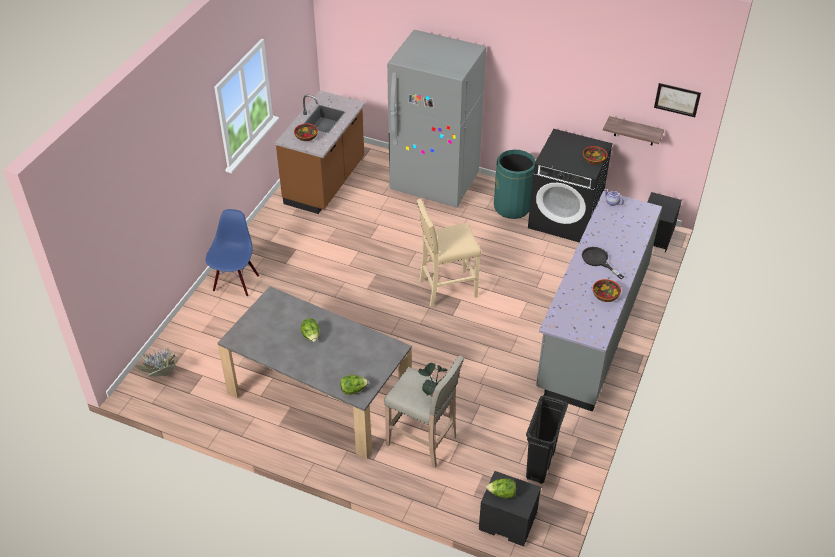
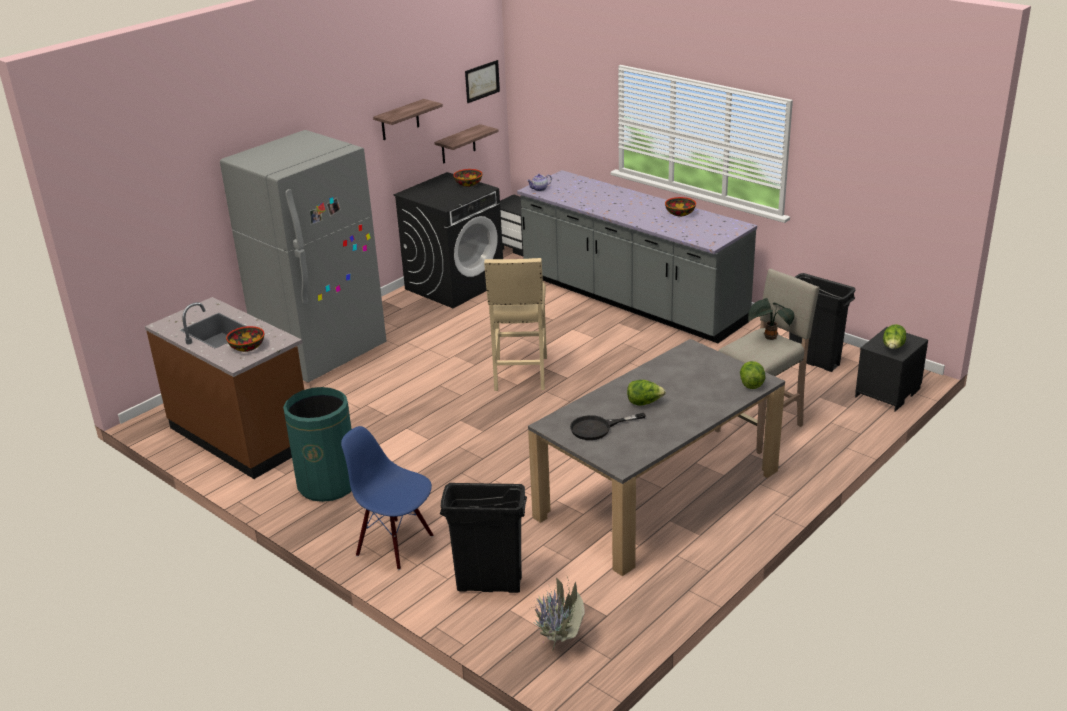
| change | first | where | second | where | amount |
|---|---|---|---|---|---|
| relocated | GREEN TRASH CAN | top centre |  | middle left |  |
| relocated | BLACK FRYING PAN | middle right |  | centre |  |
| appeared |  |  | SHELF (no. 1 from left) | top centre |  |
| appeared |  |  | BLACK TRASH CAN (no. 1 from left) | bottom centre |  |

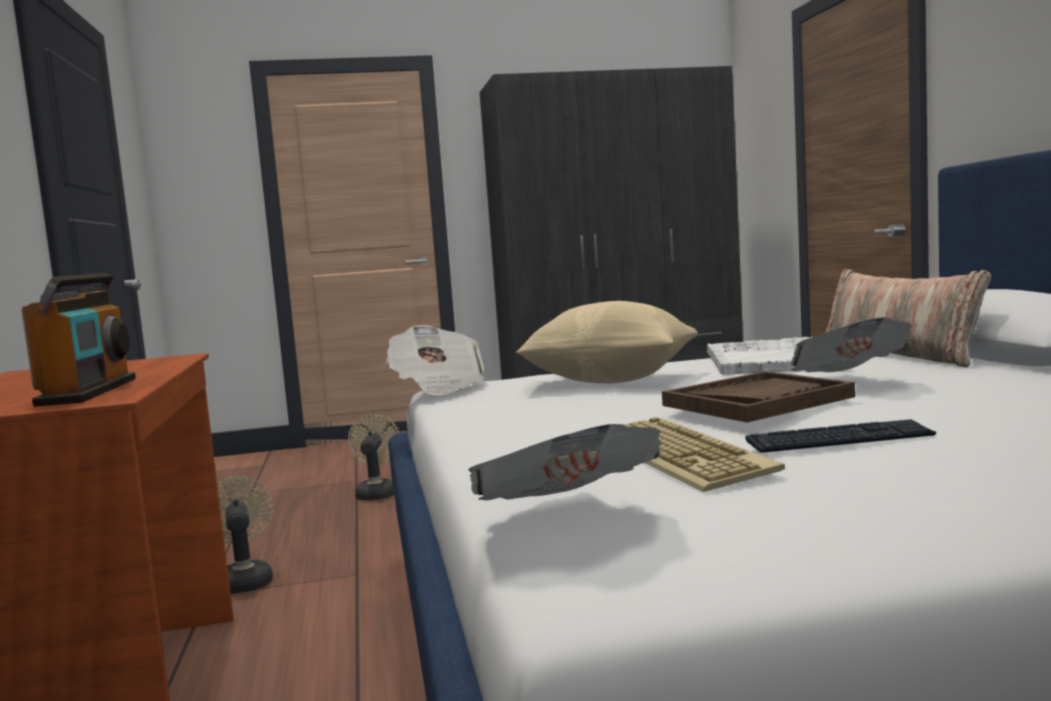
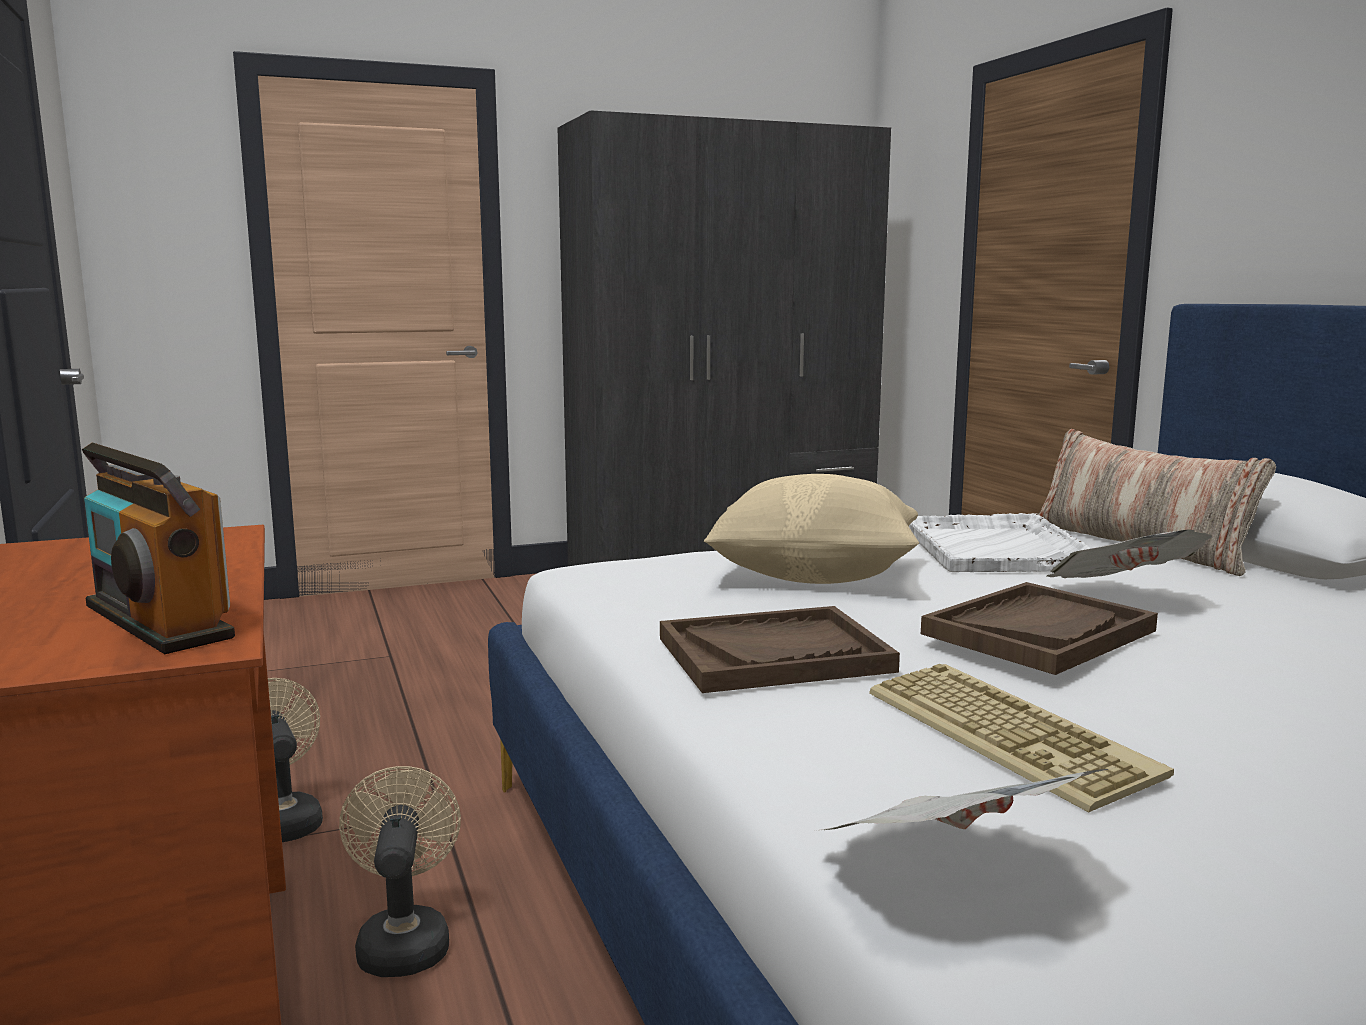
| change | first | where | second | where | amount |
|---|---|---|---|---|---|
| spun | RADIO | middle left |  | middle left | 150 degrees clockwise |
| missing | NEWSPAPER (no. 1 from left) | centre |  |  |  |
| relocated | BEIGE FAN (no. 2 from left) | centre |  | bottom left |  |
| missing | KEYBOARD (no. 2 from left) | middle right |  |  |  |
| appeared |  |  | BROWN TRAY (no. 1 from left) | centre |  |

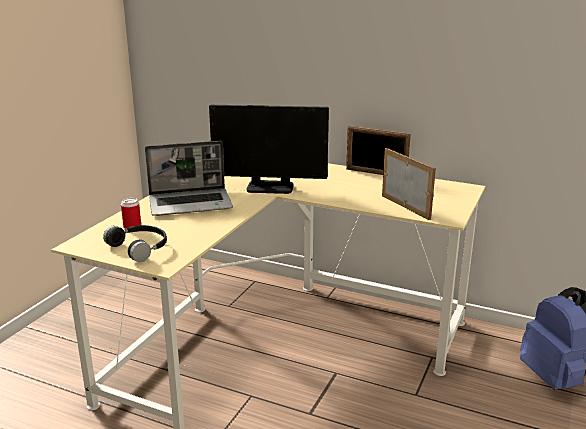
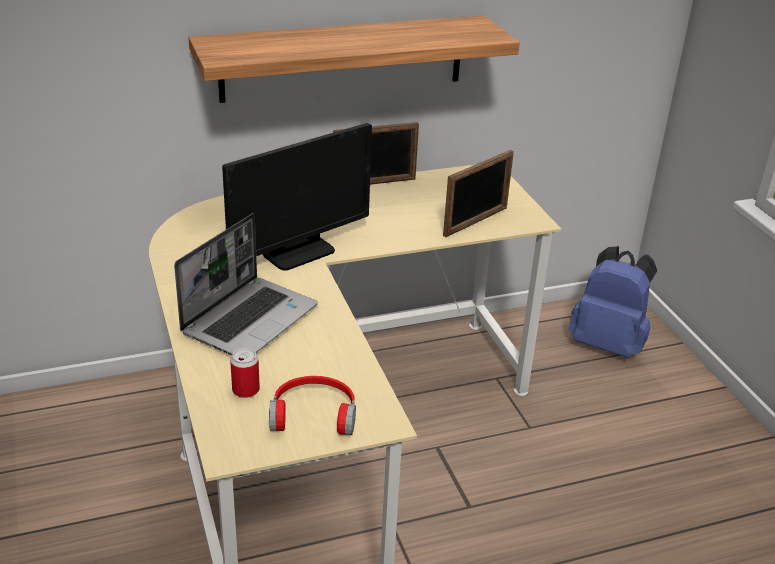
| change | first | where | second | where | amount |
|---|---|---|---|---|---|
| spun | PICTURE FRAME (no. 2 from left) | middle right |  | centre | 120 degrees clockwise |
| colour | BLACK HEADPHONES | middle left | RED HEADPHONES | bottom centre |  |
| appeared |  |  | SHELF | top centre |  |

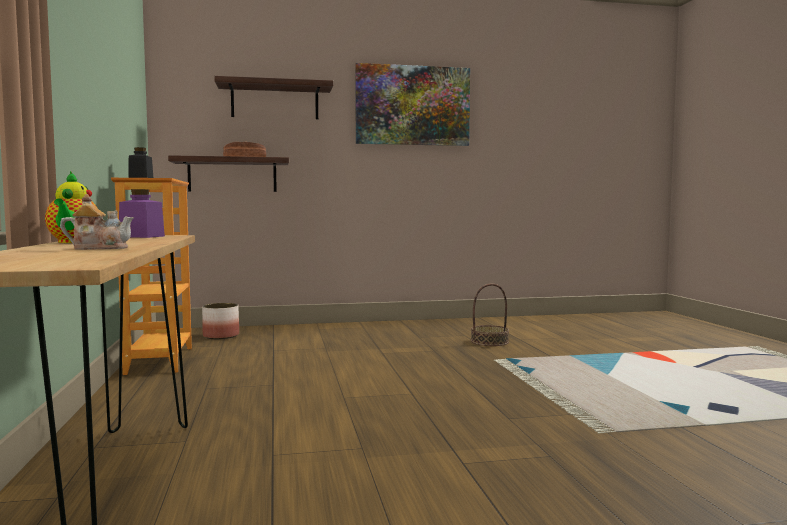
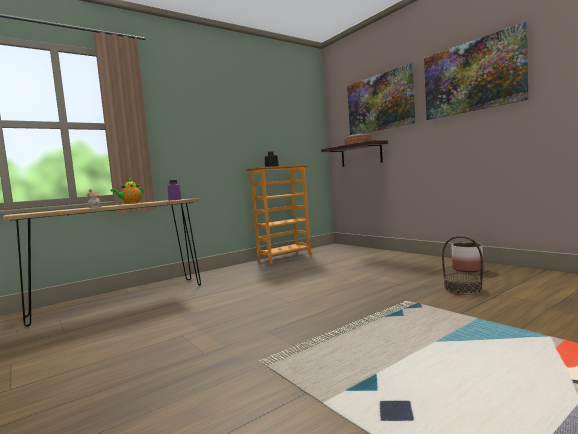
| change | first | where | second | where | amount |
|---|---|---|---|---|---|
| exchanged | SHELF (no. 2 from left) | top centre | PICTURE (no. 1 from left) | top centre |  |
| relocated | PLANTER | middle left |  | middle right |  |

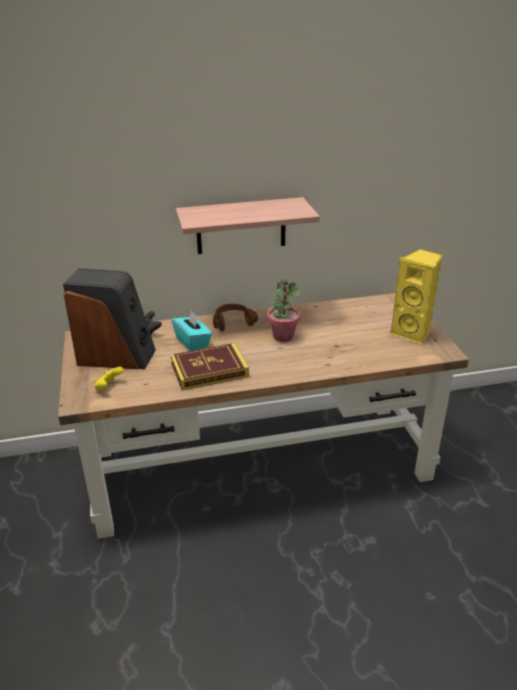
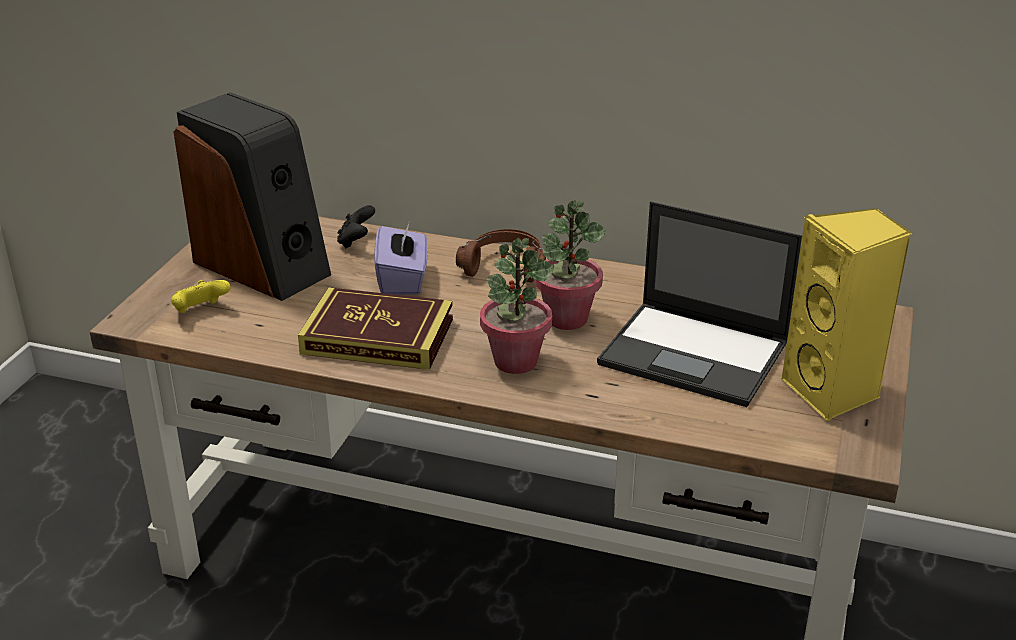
| change | first | where | second | where | amount |
|---|---|---|---|---|---|
| missing | SHELF | top centre |  |  |  |
| colour | TURQUOISE TISSUE BOX | centre | PURPLE TISSUE BOX | centre |  |
| appeared |  |  | LAPTOP | middle right |  |
| appeared |  |  | POTTED PLANT (no. 1 from left) | centre |  |

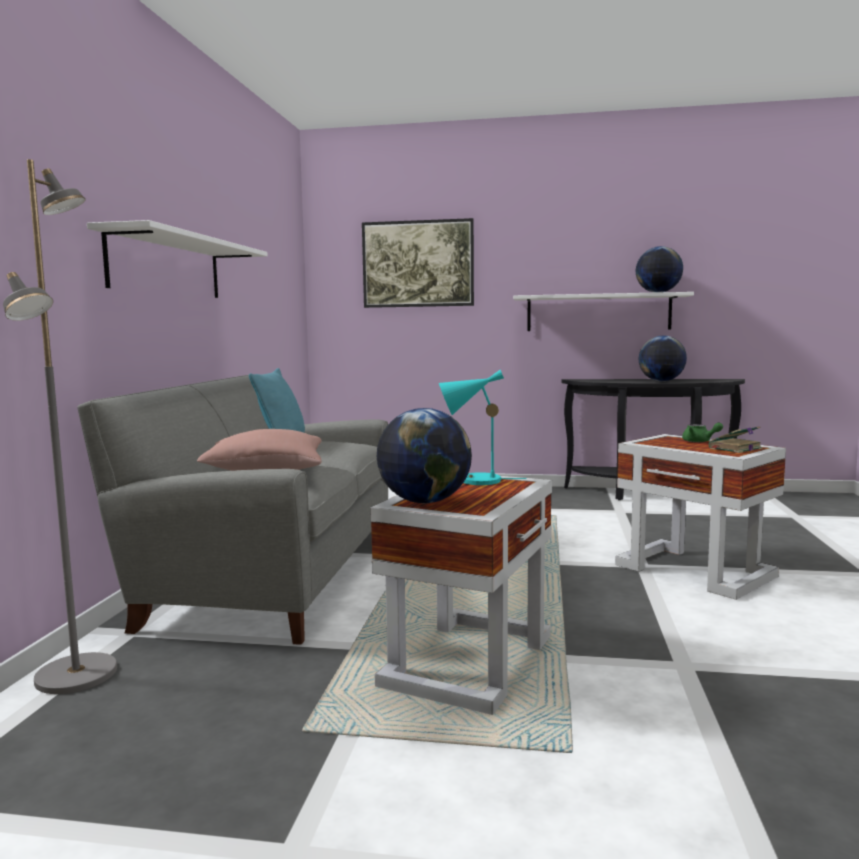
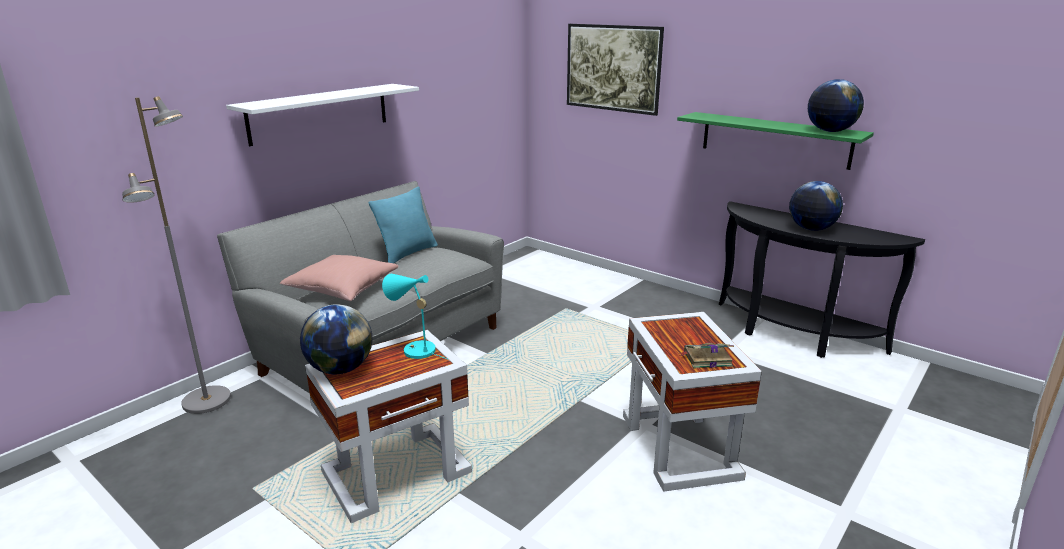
| change | first | where | second | where | amount |
|---|---|---|---|---|---|
| colour | WHITE SHELF (no. 2 from left) | middle right | GREEN SHELF | top right |  |
| missing | GREEN TEAPOT | middle right |  |  |  |

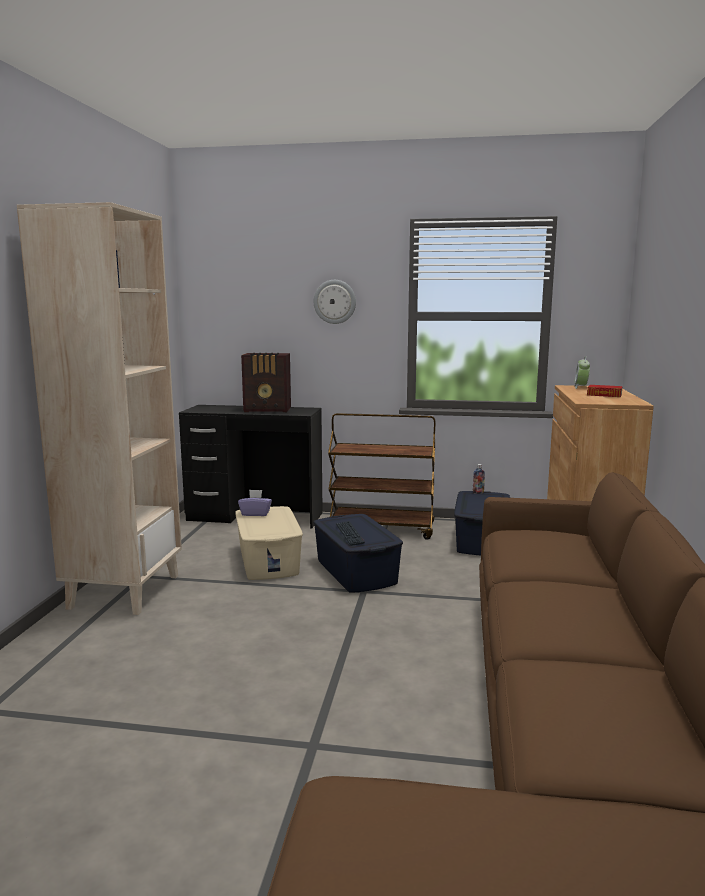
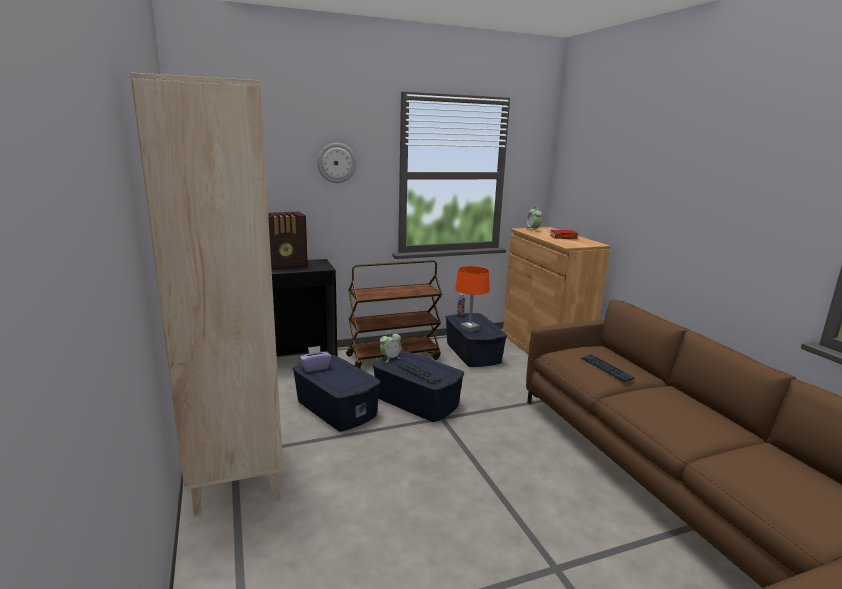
| change | first | where | second | where | amount |
|---|---|---|---|---|---|
| colour | BEIGE STORAGE BOX | centre | BLUE STORAGE BOX (no. 1 from left) | bottom centre |  |
| appeared |  |  | ORANGE TABLE LAMP | centre |  |
| appeared |  |  | ALARM CLOCK (no. 1 from left) | centre |  |
| appeared |  |  | KEYBOARD (no. 2 from left) | middle right |  |

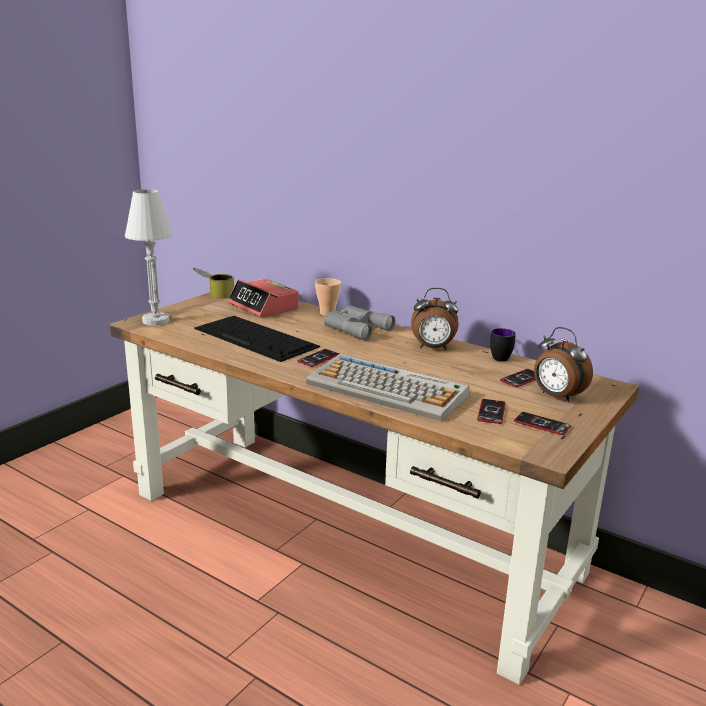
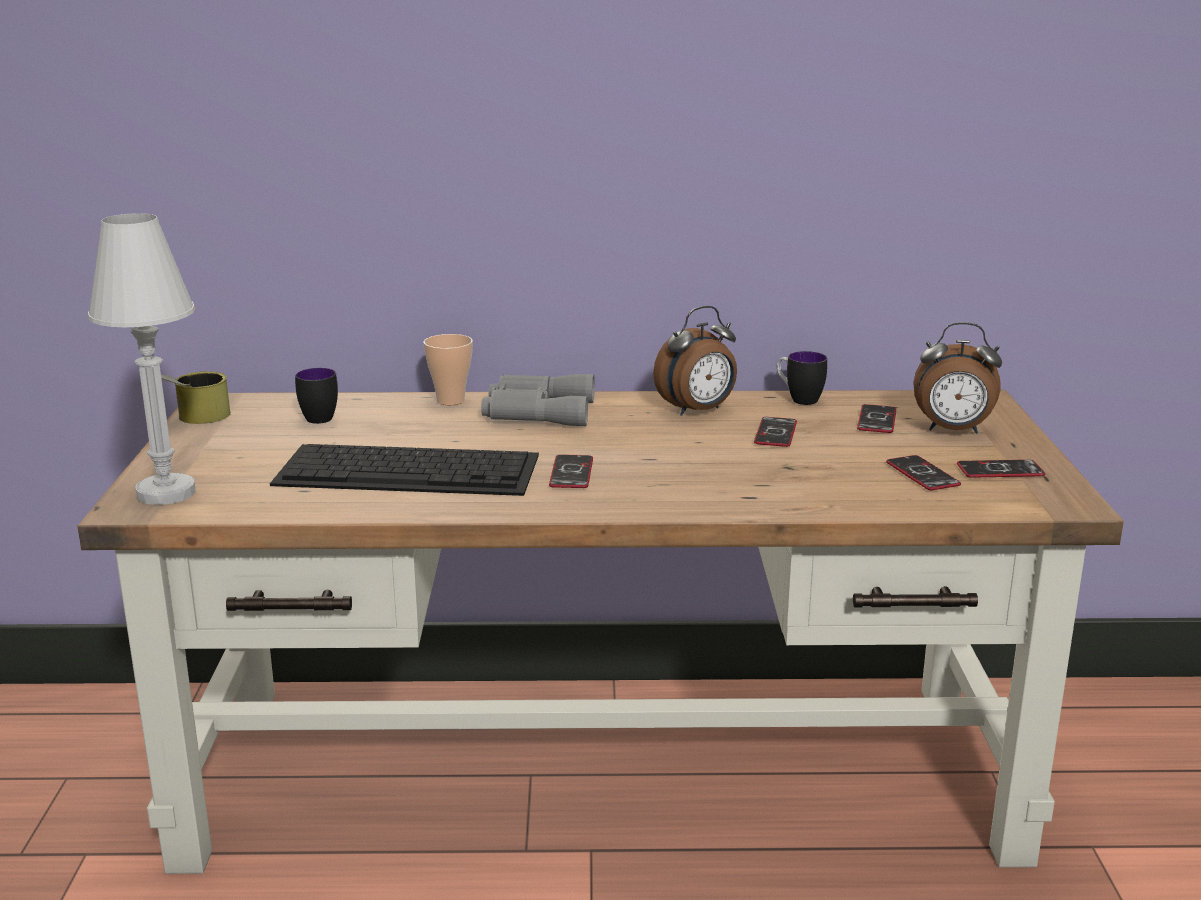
| change | first | where | second | where | amount |
|---|---|---|---|---|---|
| exchanged | ALARM CLOCK (no. 1 from left) | centre | MUG (no. 1 from left) | middle left |  |
| missing | KEYBOARD (no. 2 from left) | centre |  |  |  |
| appeared |  |  | PHONE (no. 2 from left) | centre |  |

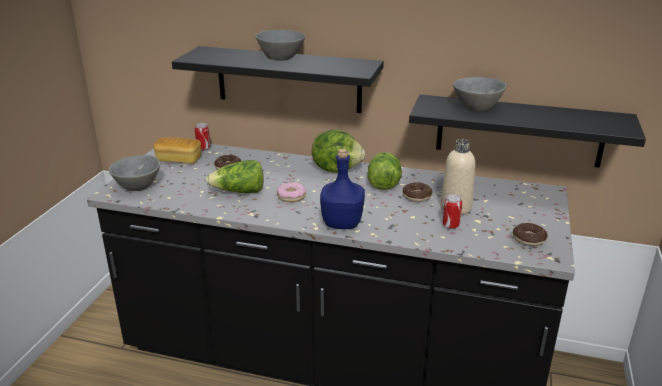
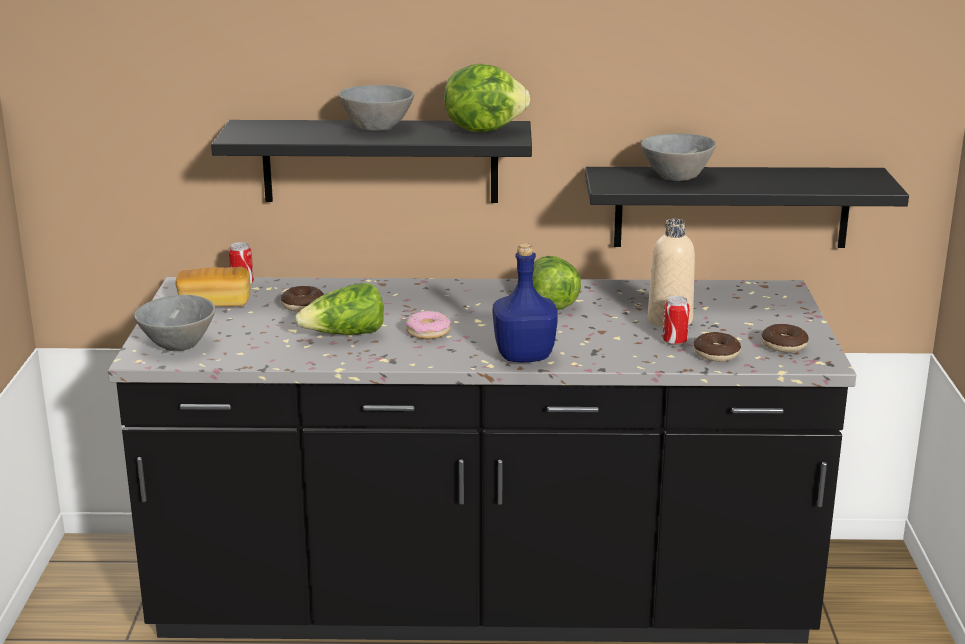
| change | first | where | second | where | amount |
|---|---|---|---|---|---|
| relocated | LETTUCE (no. 2 from left) | centre |  | top centre |  |
| relocated | DONUT (no. 3 from left) | centre |  | middle right |  |

